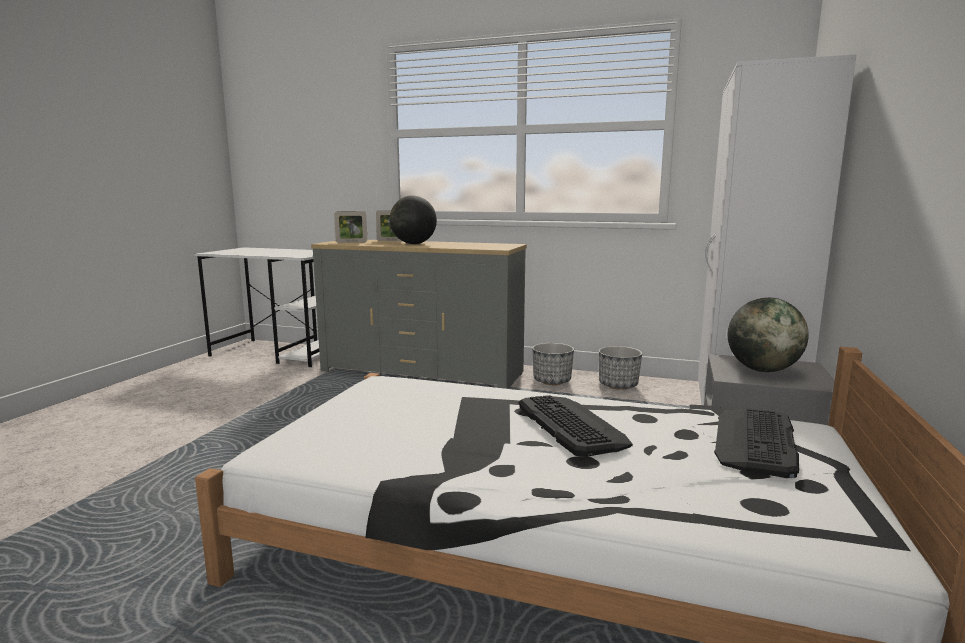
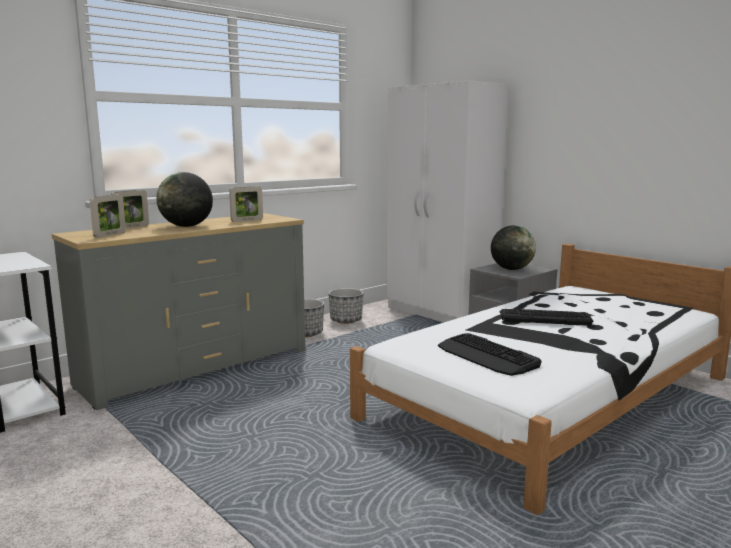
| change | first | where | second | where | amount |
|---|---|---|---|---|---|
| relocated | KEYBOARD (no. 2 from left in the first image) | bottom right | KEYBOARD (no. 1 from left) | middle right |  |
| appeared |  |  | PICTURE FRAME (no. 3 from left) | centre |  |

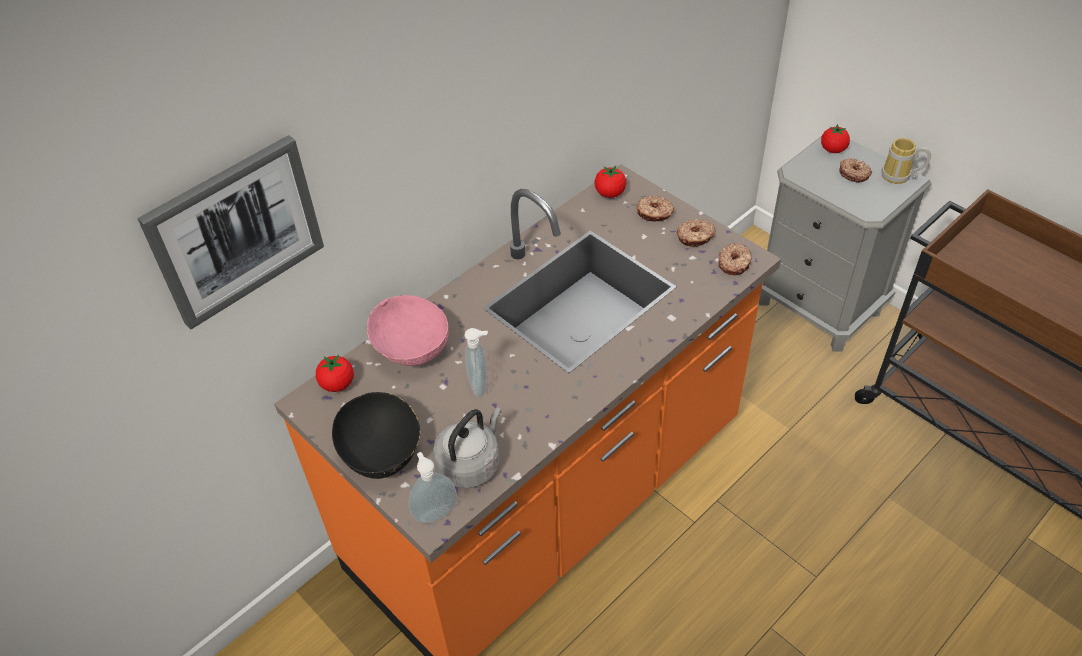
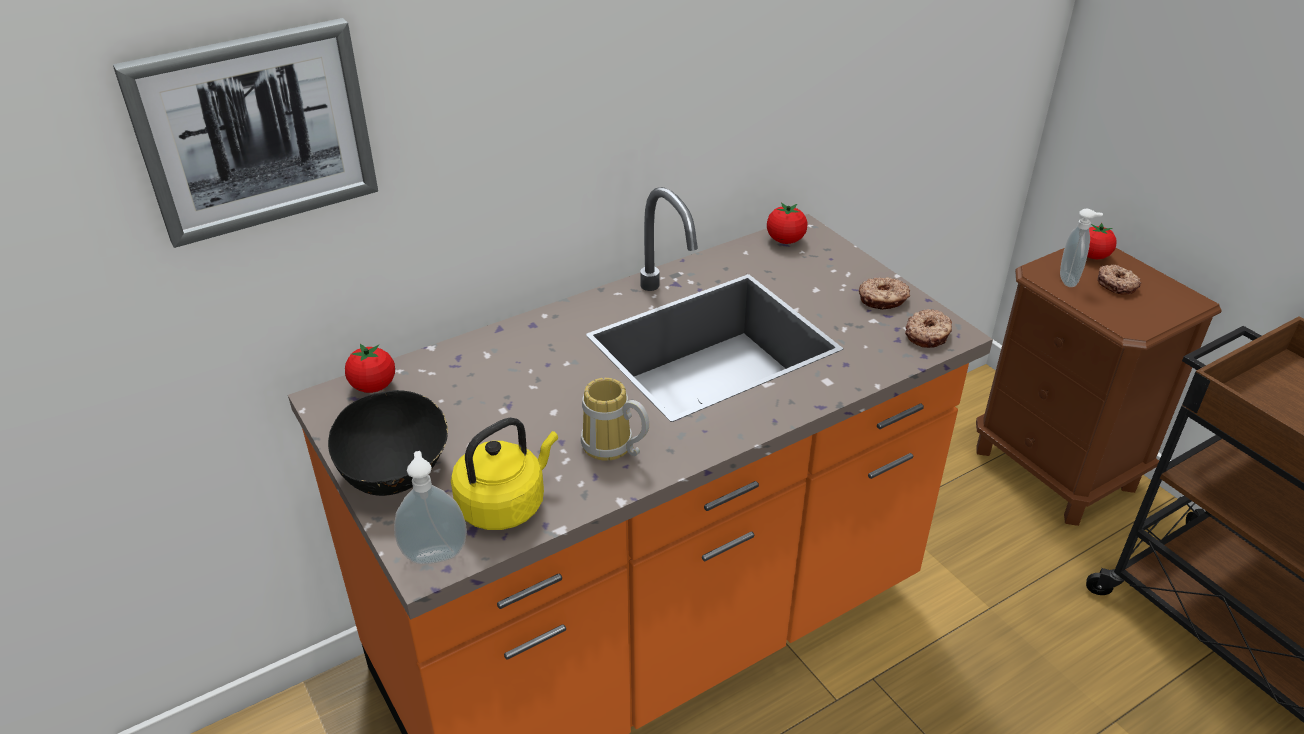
| change | first | where | second | where | amount |
|---|---|---|---|---|---|
| colour | GREY NIGHTSTAND | middle right | BROWN NIGHTSTAND | middle right |  |
| relocated | MUG | top right |  | centre |  |
| missing | DONUT (no. 1 from left) | top centre |  |  |  |
| missing | PINK BOWL | centre |  |  |  |
| relocated | SOAP DISPENSER (no. 2 from left) | centre |  | middle right |  |
| colour | GREY KETTLE | bottom centre | YELLOW KETTLE | centre |  |

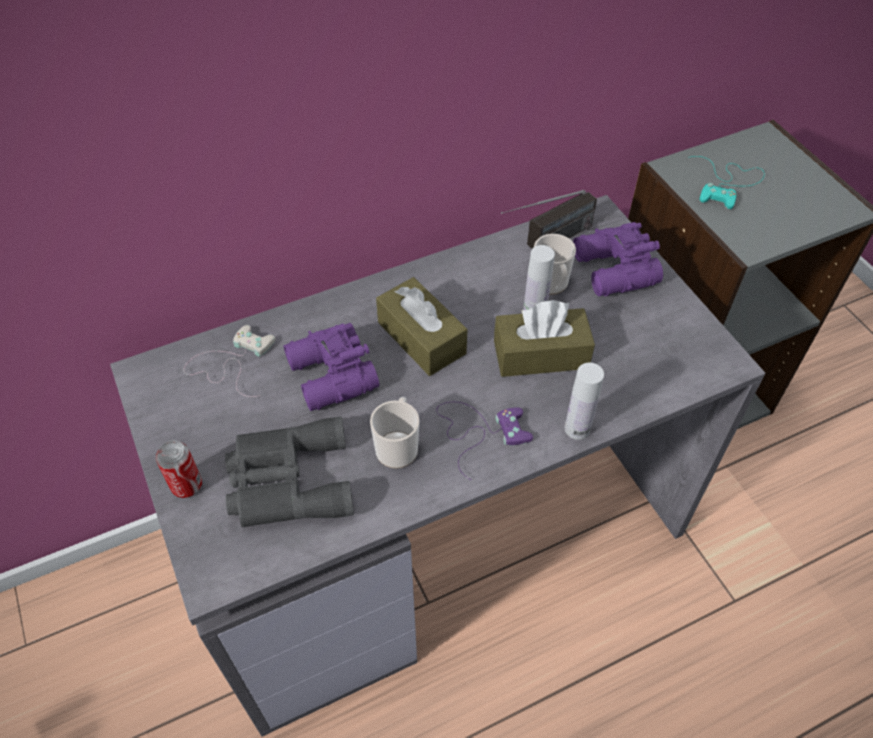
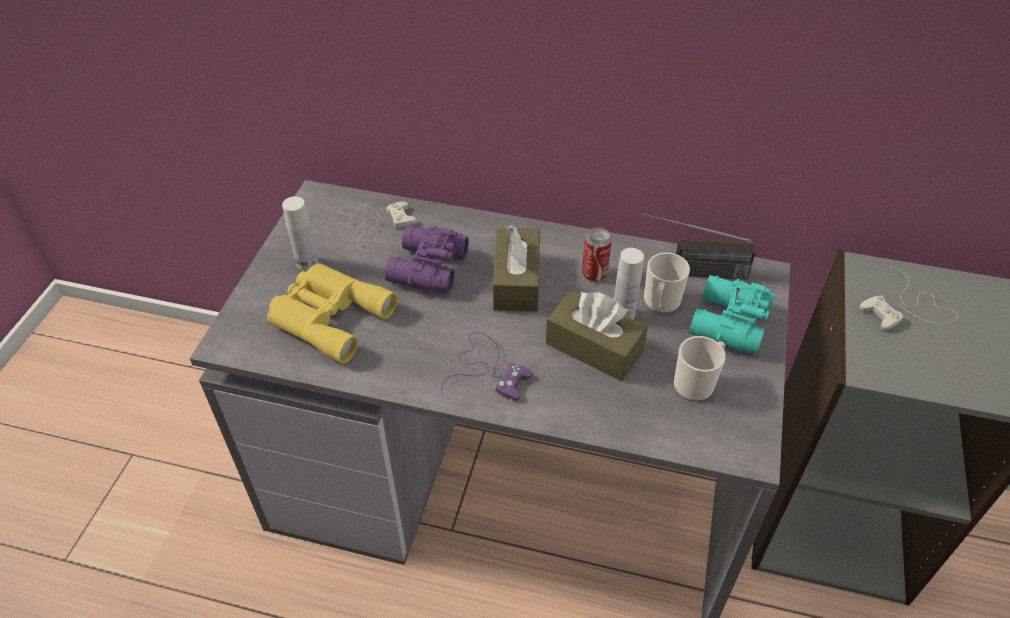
| change | first | where | second | where | amount |
|---|---|---|---|---|---|
| colour | TURQUOISE GAME CONTROLLER | top right | WHITE GAME CONTROLLER (no. 2 from left) | middle right |  |
| colour | PURPLE BINOCULARS (no. 2 from left) | middle right | TURQUOISE BINOCULARS | middle right |  |
| relocated | WHITE BOTTLE (no. 2 from left in the first image) | middle right | WHITE BOTTLE (no. 1 from left) | middle left |  |
| relocated | MUG (no. 1 from left in the first image) | centre | MUG (no. 2 from left) | middle right |  |
| colour | GREY BINOCULARS | middle left | YELLOW BINOCULARS | middle left |  |
| relocated | CAN | middle left |  | centre |  |

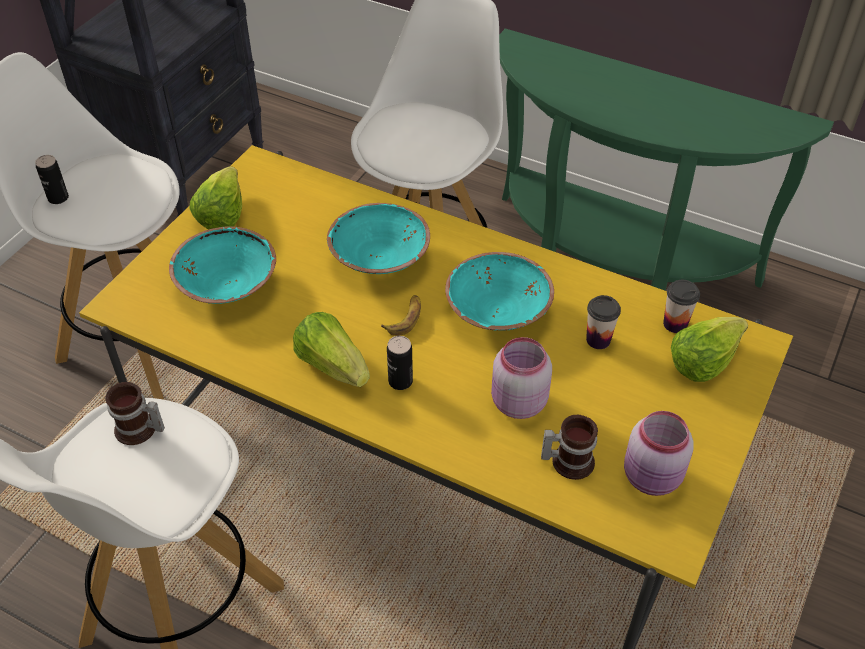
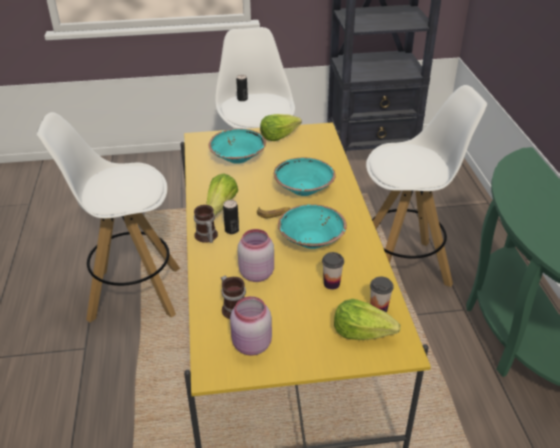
| change | first | where | second | where | amount |
|---|---|---|---|---|---|
| relocated | MUG (no. 1 from left) | middle left |  | centre |  |

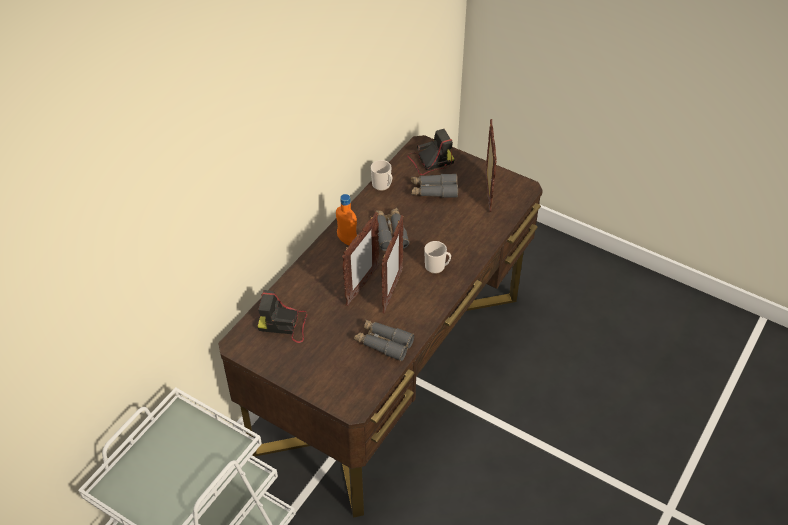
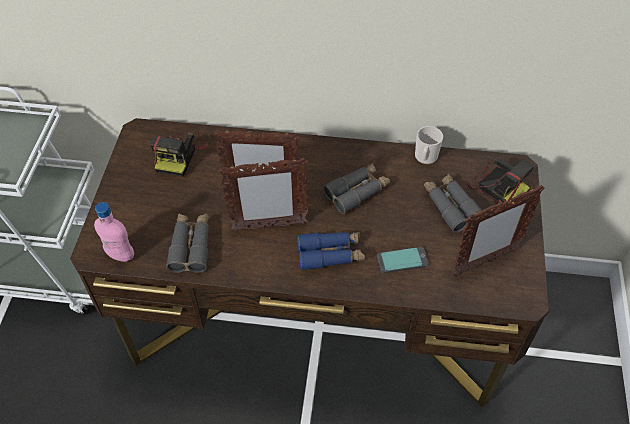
| change | first | where | second | where | amount |
|---|---|---|---|---|---|
| missing | ORANGE BOTTLE | centre |  |  |  |
| exchanged | MUG (no. 2 from left) | centre | BLUE BINOCULARS | centre |  |
| spun | PHOTO CAMERA (no. 1 from left) | centre |  | middle left | 150 degrees counterclockwise |
| appeared |  |  | PINK BOTTLE | middle left |  |
| appeared |  |  | PHONE | centre |  |

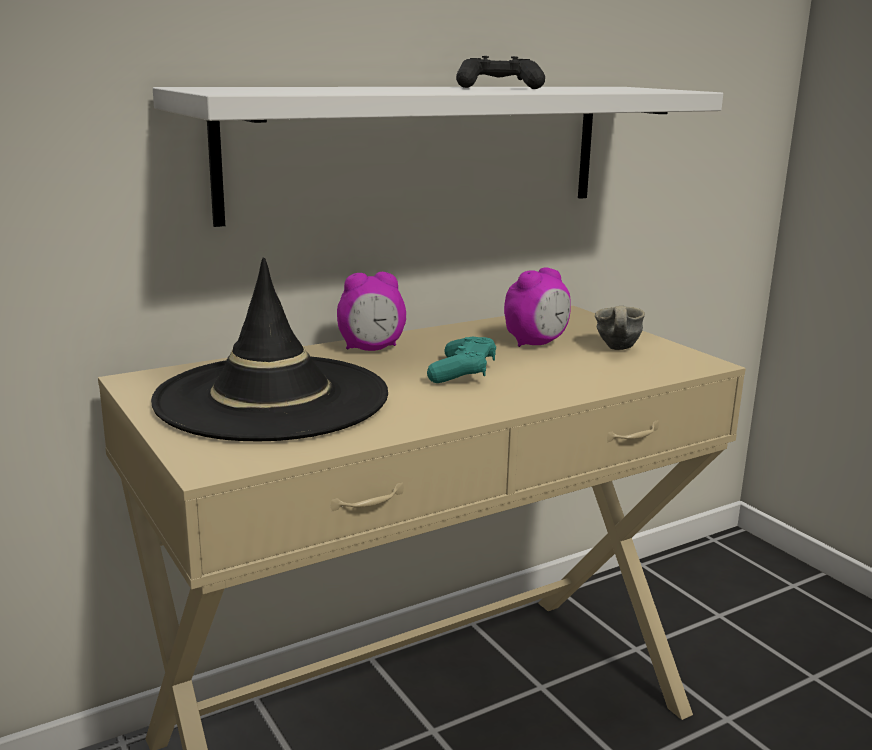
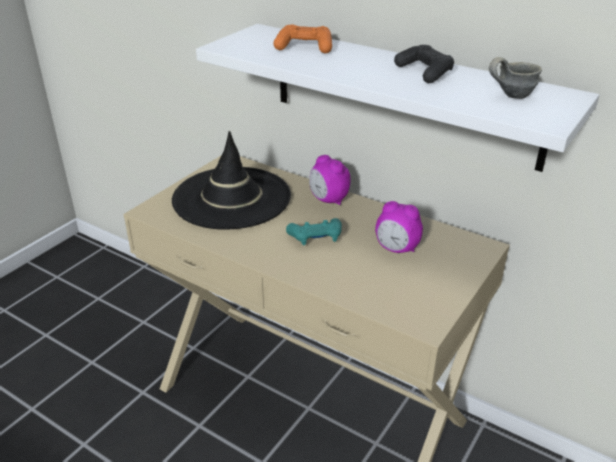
| change | first | where | second | where | amount |
|---|---|---|---|---|---|
| relocated | GREY MUG | middle right |  | top right |  |
| appeared |  |  | ORANGE GAME CONTROLLER | top centre |  |

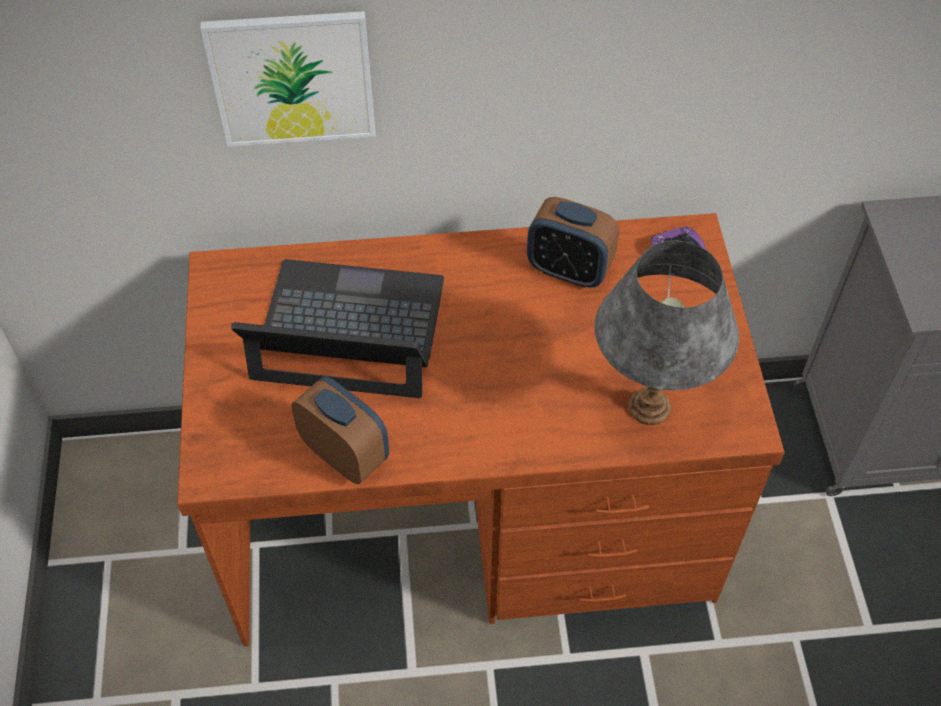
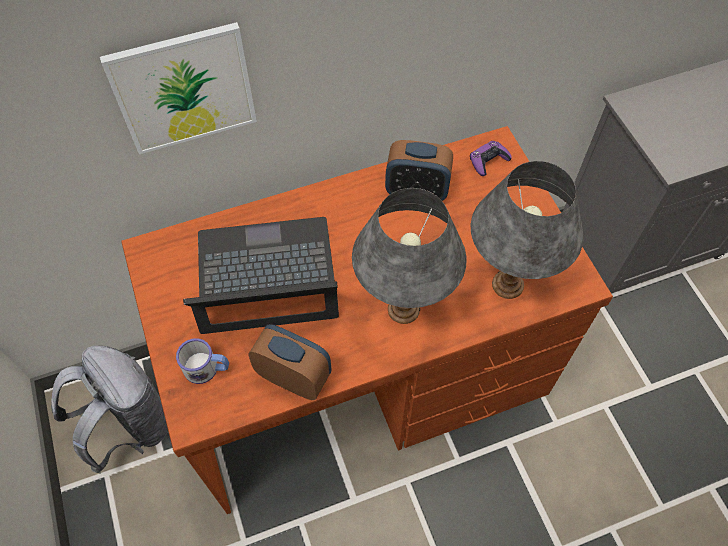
| change | first | where | second | where | amount |
|---|---|---|---|---|---|
| appeared |  |  | GREY TABLE LAMP (no. 1 from left) | centre |  |
| appeared |  |  | MUG | middle left |  |
| appeared |  |  | GREY BACKPACK | bottom left |  |

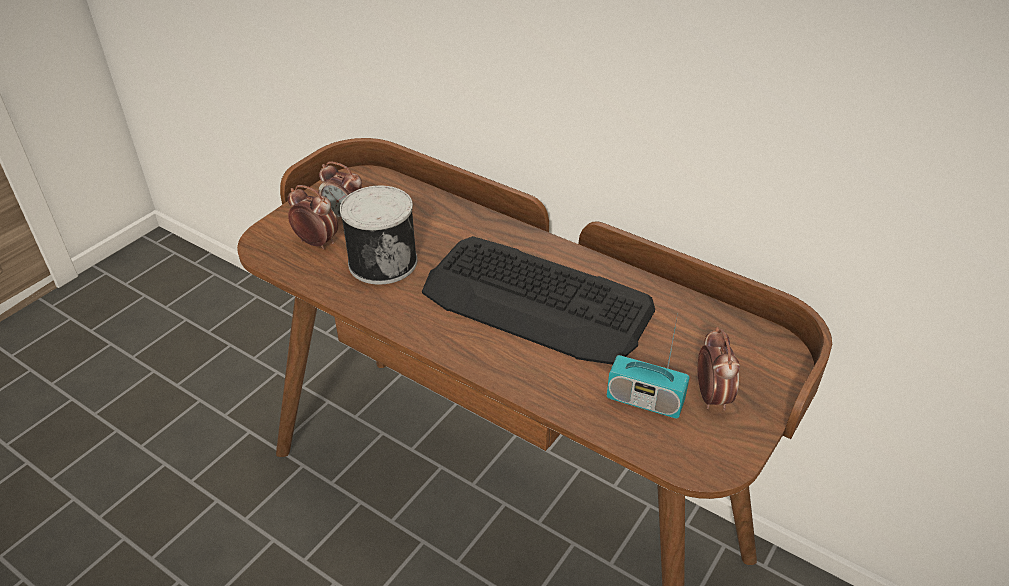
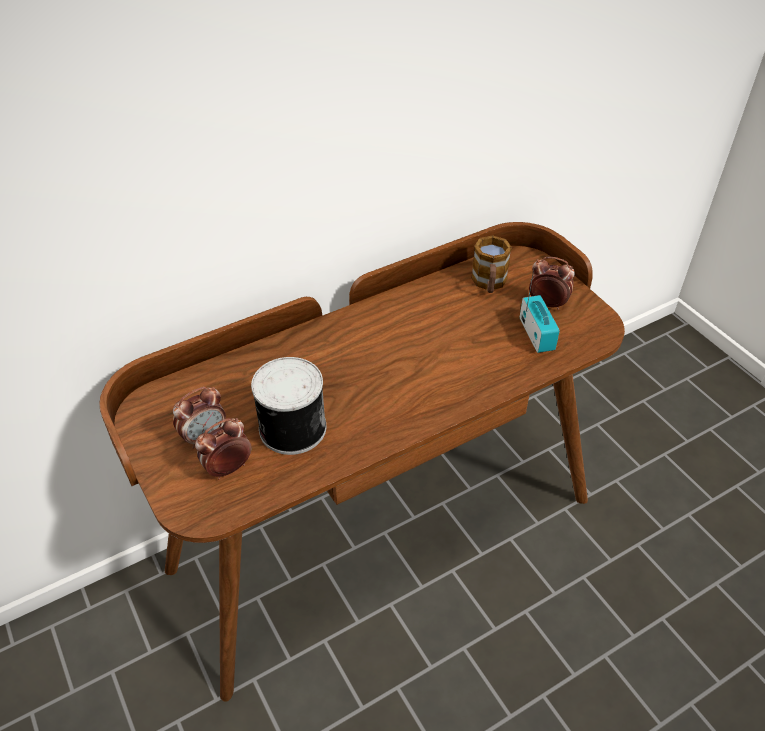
| change | first | where | second | where | amount |
|---|---|---|---|---|---|
| missing | KEYBOARD | centre |  |  |  |
| spun | RADIO | centre |  | middle right | 60 degrees counterclockwise |
| appeared |  |  | MUG | centre |  |

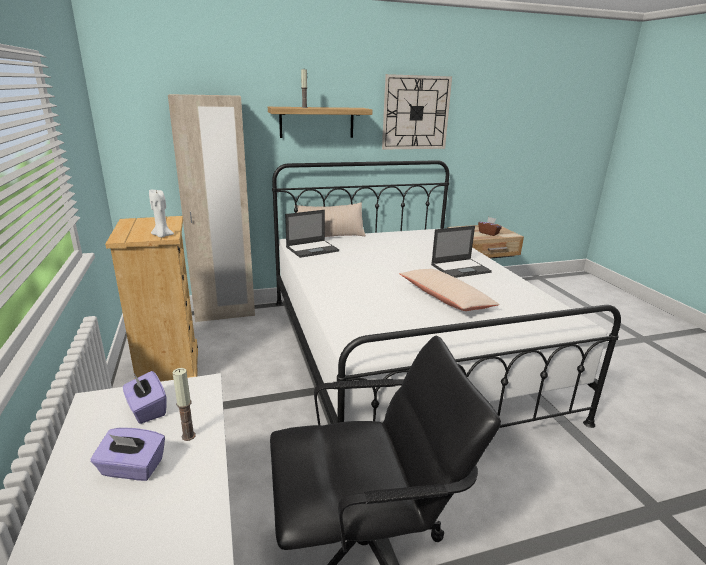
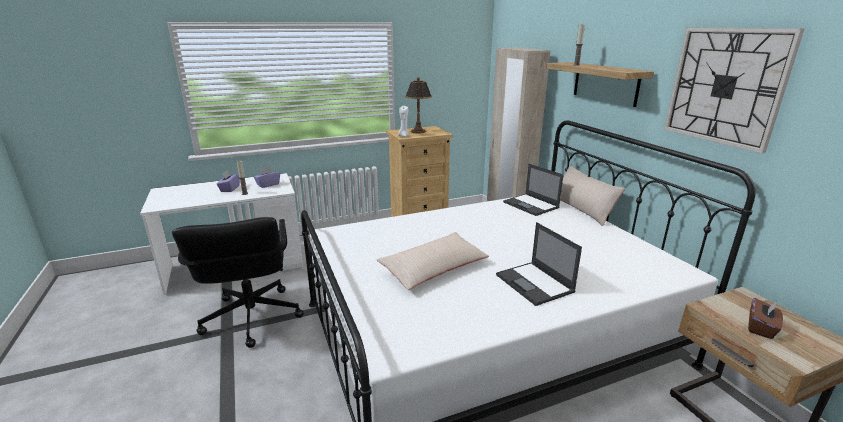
| change | first | where | second | where | amount |
|---|---|---|---|---|---|
| appeared |  |  | TABLE LAMP | top centre |  |

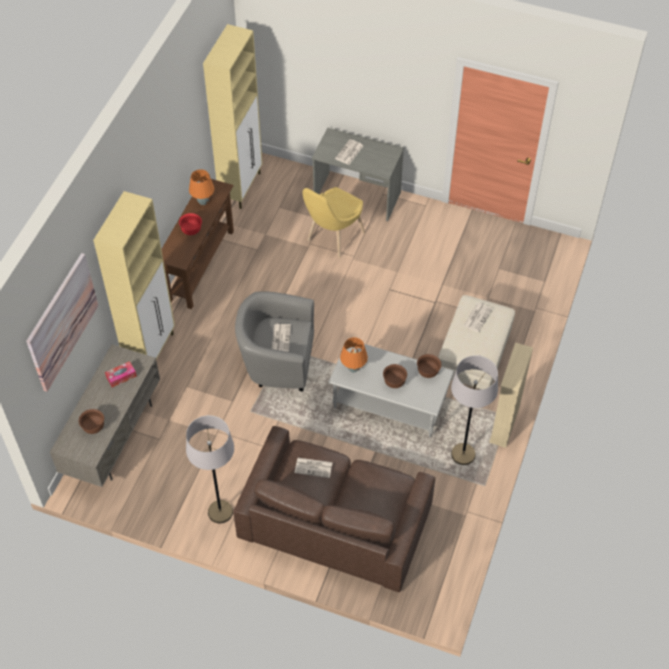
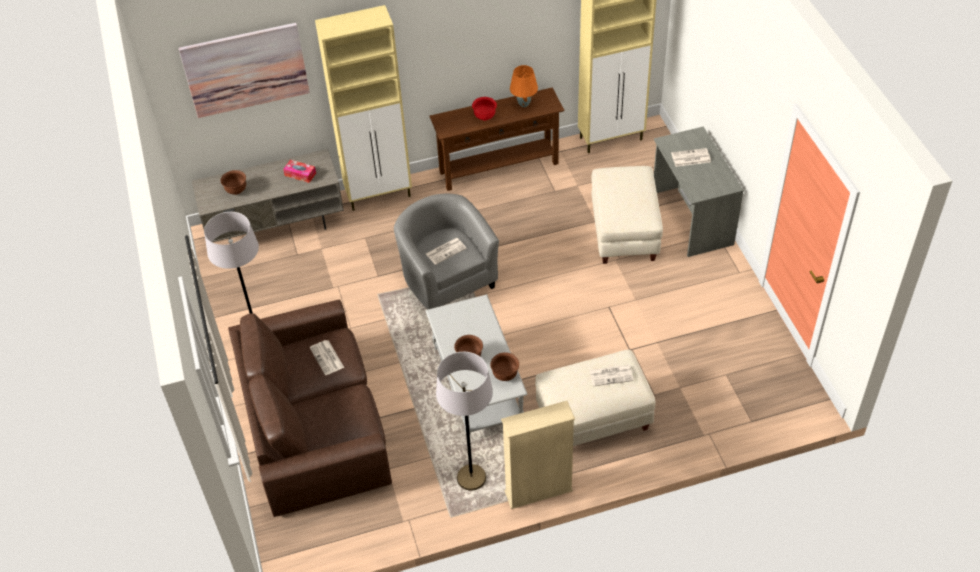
| change | first | where | second | where | amount |
|---|---|---|---|---|---|
| exchanged | YELLOW CHAIR | top centre | BEIGE OTTOMAN (no. 2 from left) | centre |  |
| missing | ORANGE TABLE LAMP (no. 2 from left) | centre |  |  |  |

